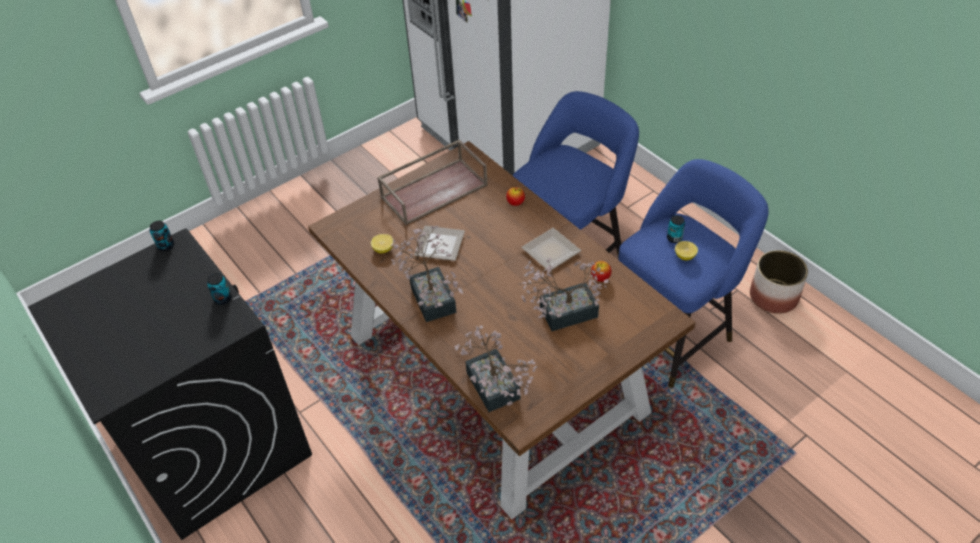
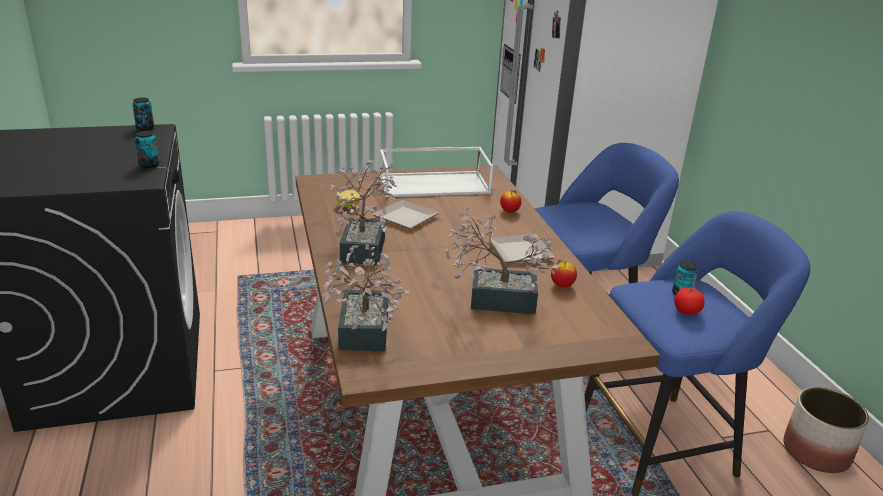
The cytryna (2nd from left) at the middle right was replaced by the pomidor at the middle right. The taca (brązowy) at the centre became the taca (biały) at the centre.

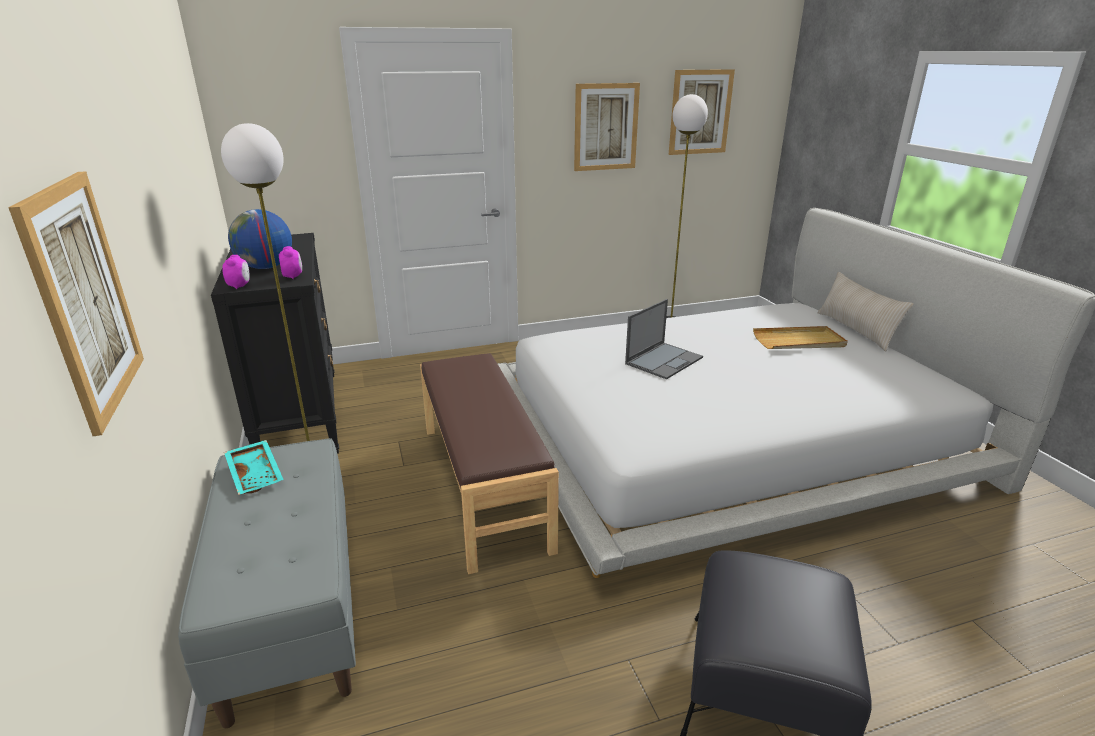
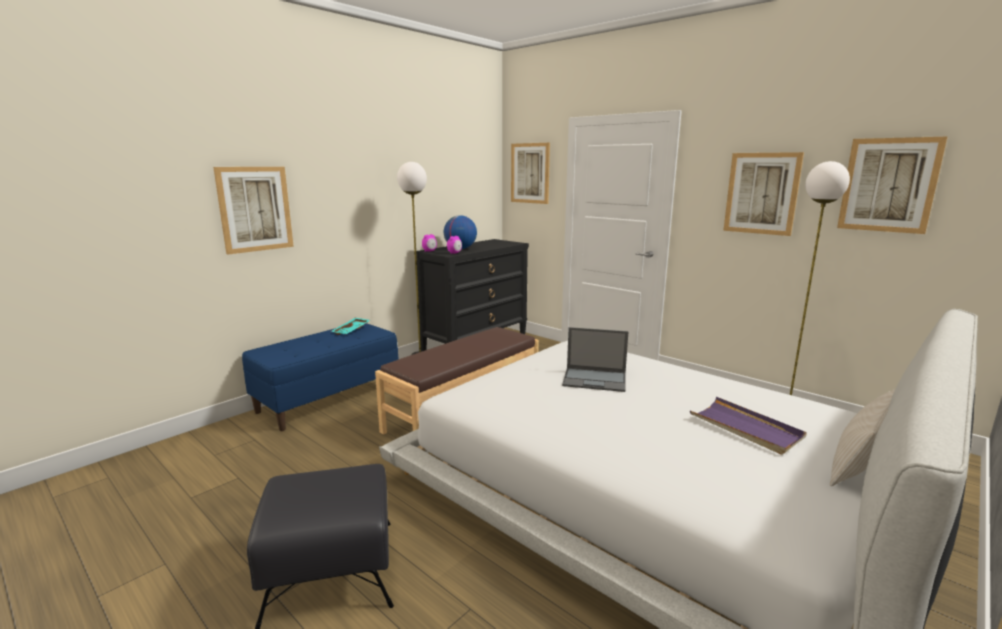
The obraz (2nd from left) at the top centre appeared. The ławka (szary) at the bottom left became the ławka (niebieski) at the middle left. The taca (beżowy) at the middle right became the taca (fioletowy) at the bottom right.

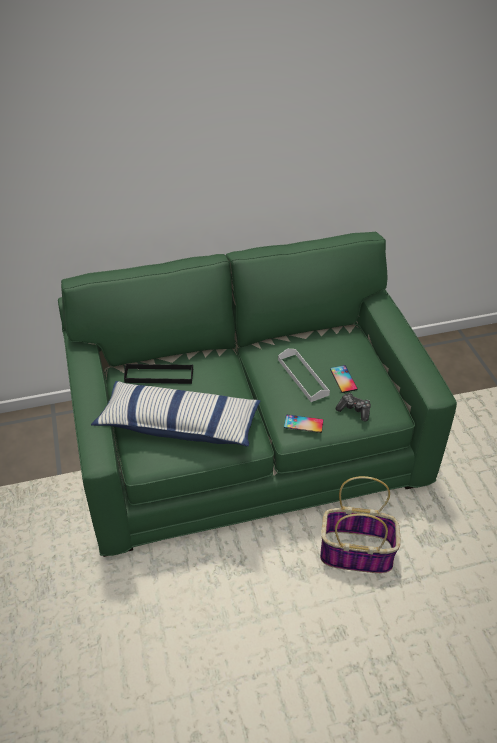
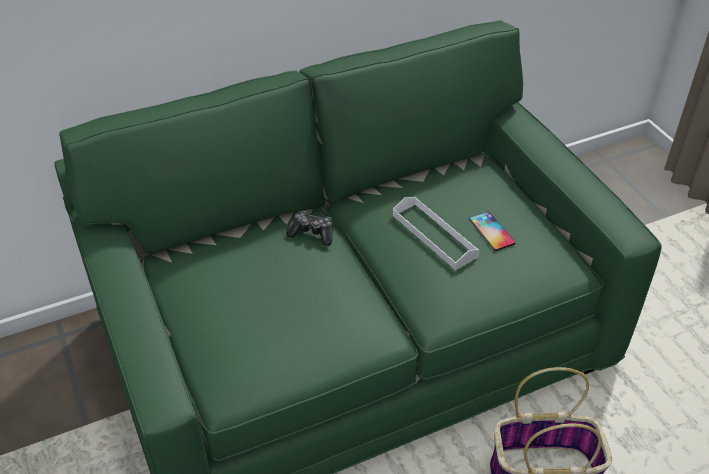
The poduszka at the centre disappeared. The taca (czarny) at the middle left disappeared. The telefon (1st from left) at the centre disappeared. The pad do gier moved from the middle right to the centre.

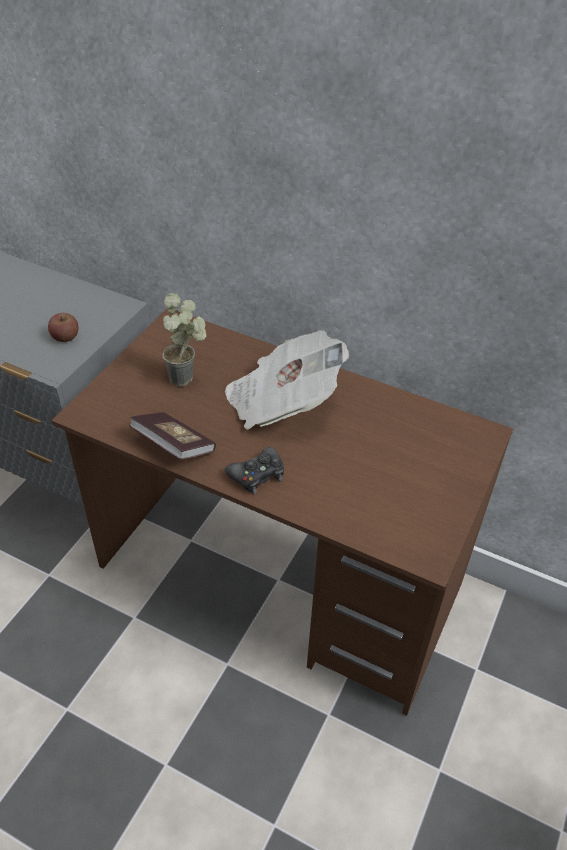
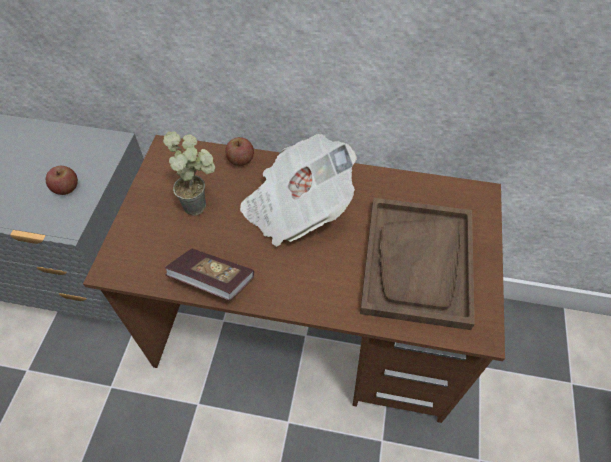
The pad do gier (czarny) at the centre disappeared. The jabłko (2nd from left) at the top centre appeared. The taca (brązowy) at the middle right appeared.

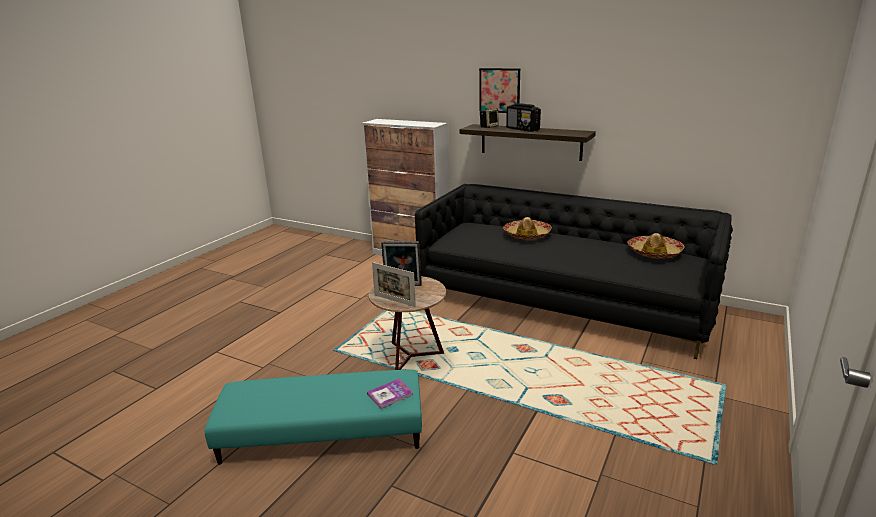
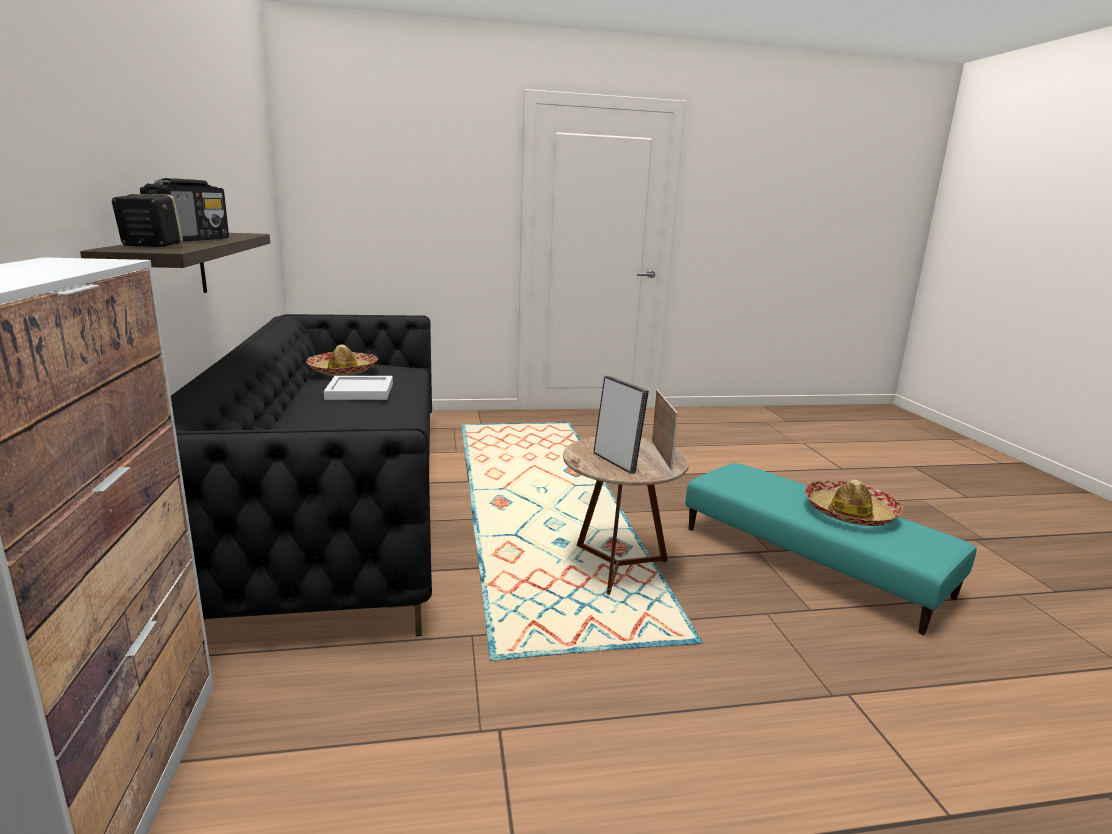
The książka at the bottom centre disappeared. The obraz at the top centre disappeared. The taca (biały) at the middle left appeared. The kapelusz (1st from left in the first image) moved from the centre to the middle right.

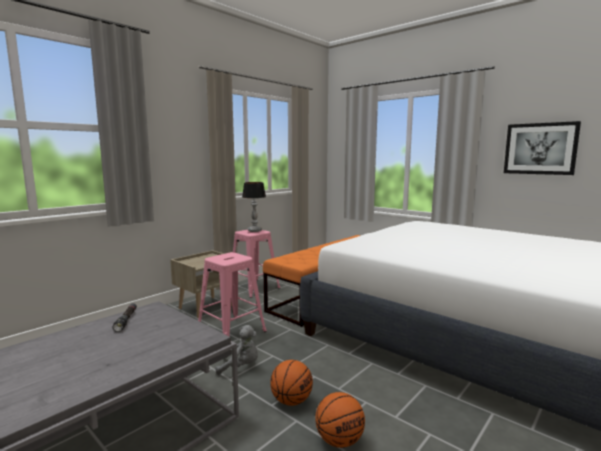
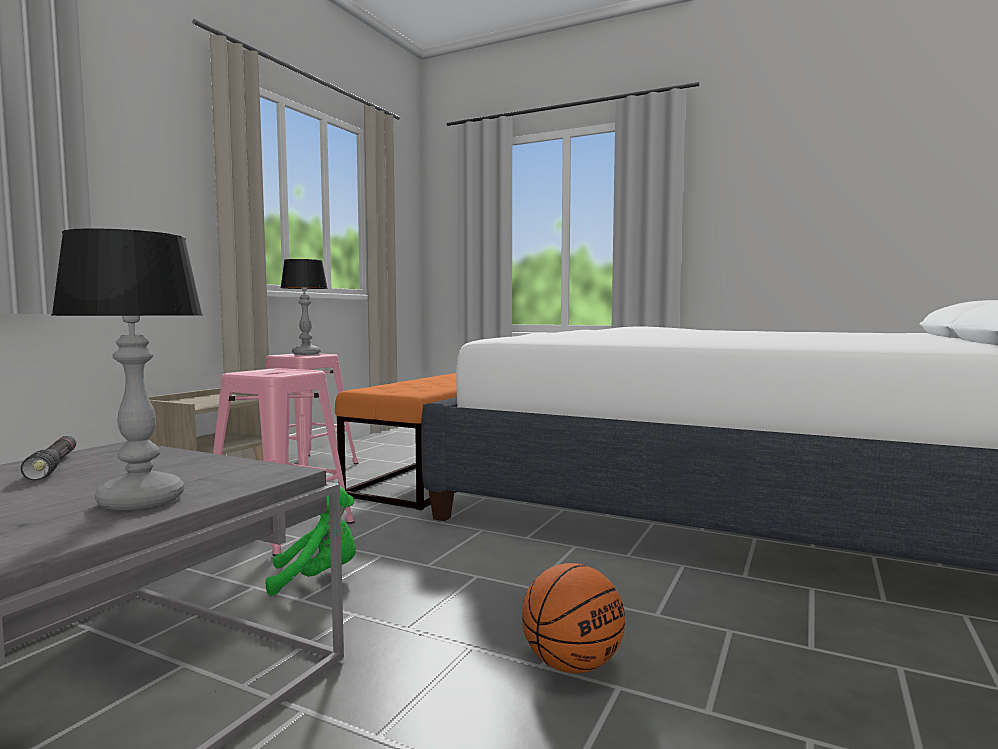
The piłka do koszykówki (1st from left) at the bottom centre disappeared. The obraz at the top right disappeared. The lampa stołowa (1st from left) at the middle left appeared. The pluszak (szary) at the bottom centre became the pluszak (zielony) at the bottom left.

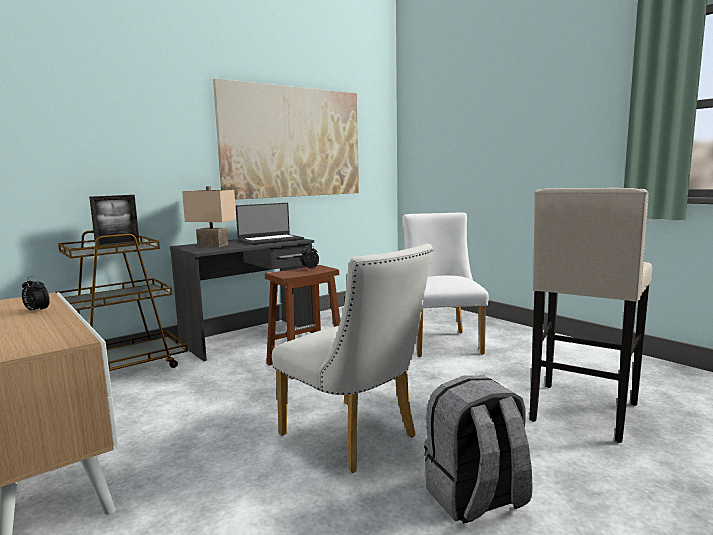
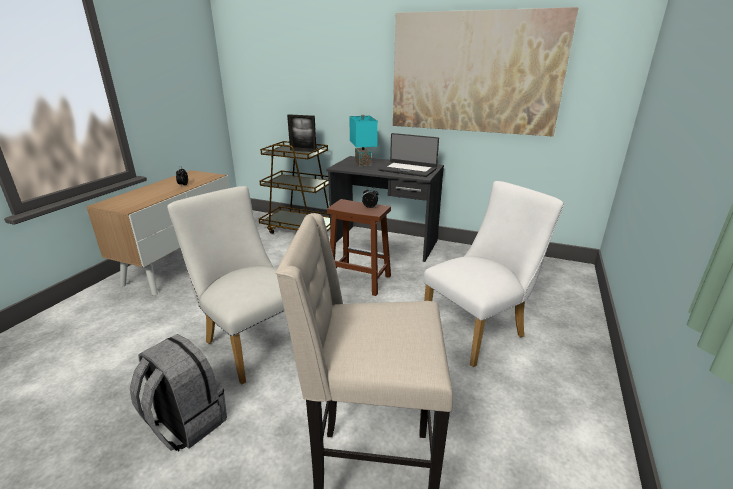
The lampa stołowa (beżowy) at the middle left became the lampa stołowa (turkusowy) at the top centre. The krzesło (biały) (1st from left) at the bottom centre turned 120 degrees clockwise.

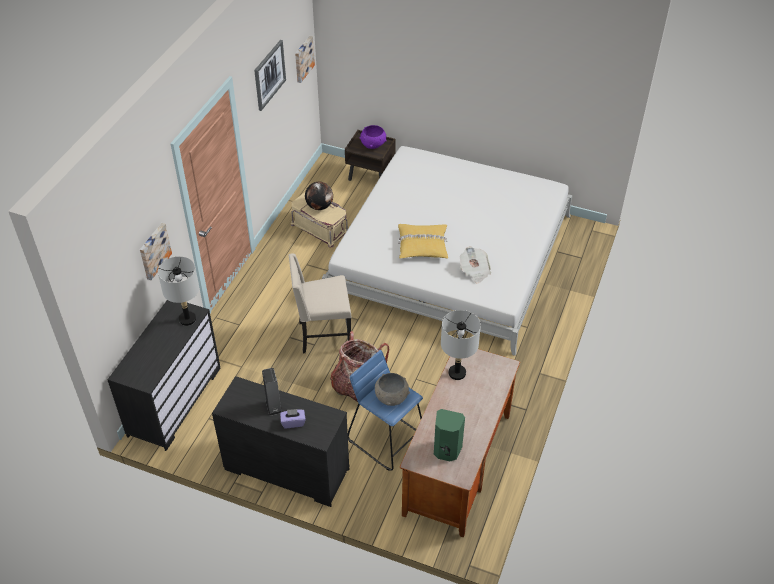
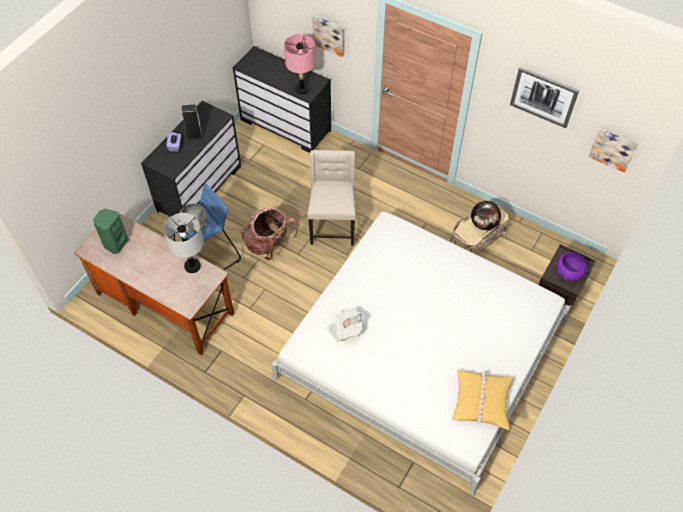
The poduszka (żółty) moved from the centre to the bottom right. The lampa stołowa (szary) (1st from left) at the middle left became the lampa stołowa (różowy) at the top centre.

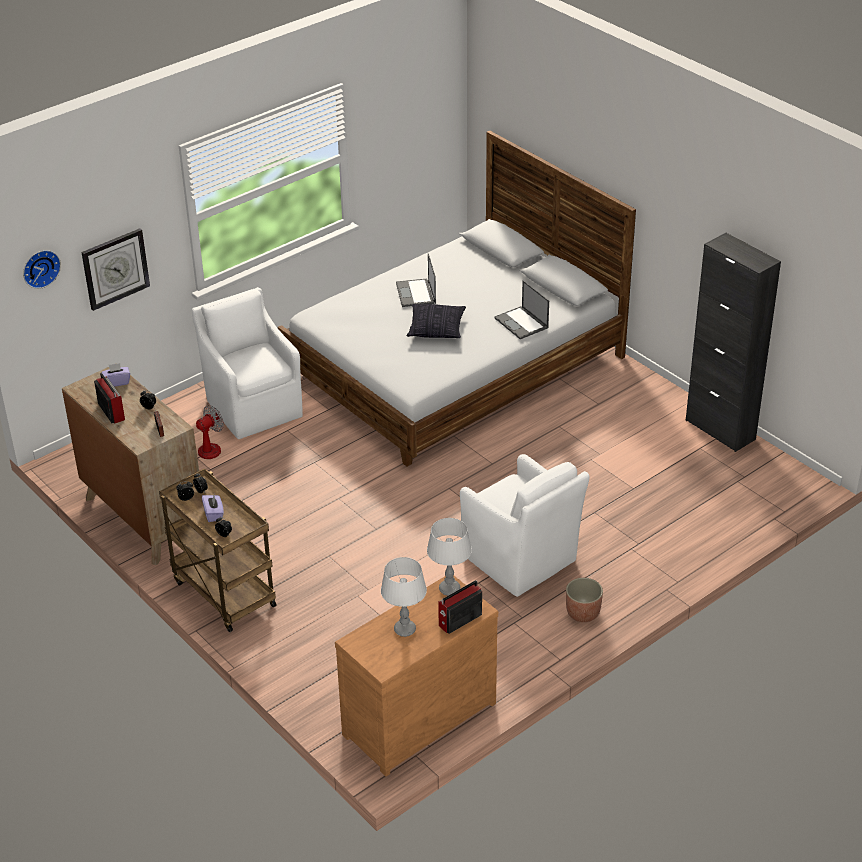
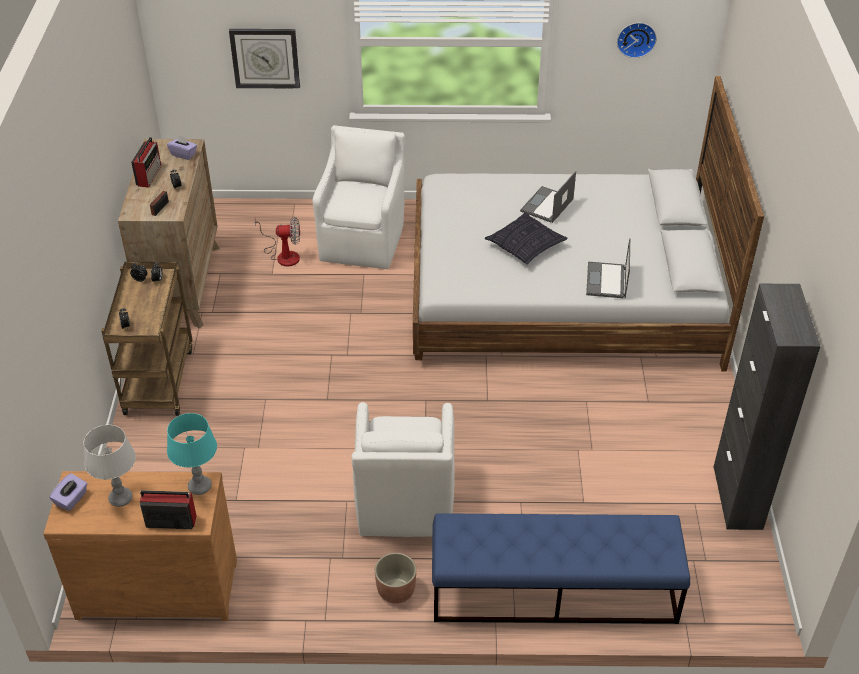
The ławka (niebieski) at the bottom centre appeared. The zegar ścienny (1st from left in the first image) moved from the top left to the top right. The pudełko chusteczek (fioletowy) (2nd from left in the first image) moved from the middle left to the bottom left. The lampa stołowa (szary) (2nd from left) at the centre became the lampa stołowa (turkusowy) at the bottom left.

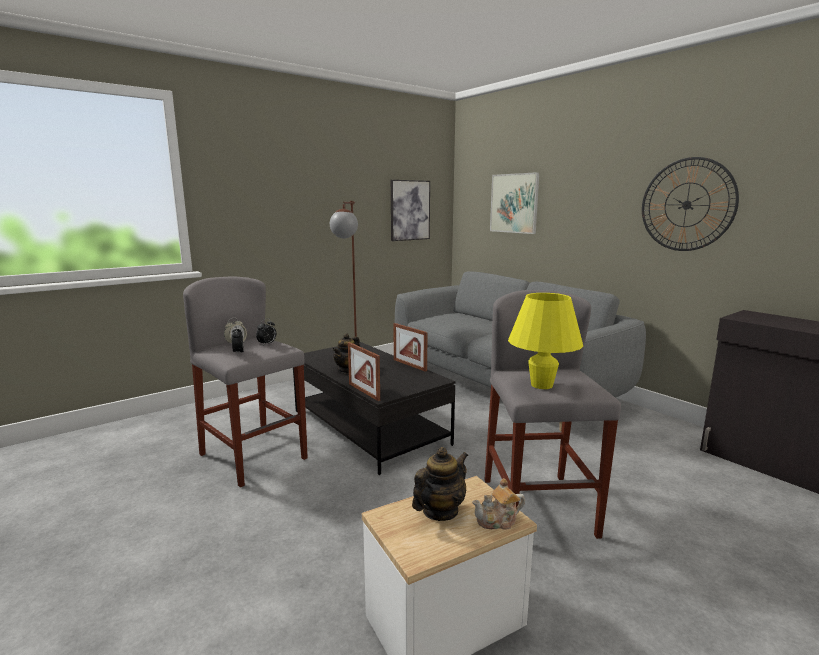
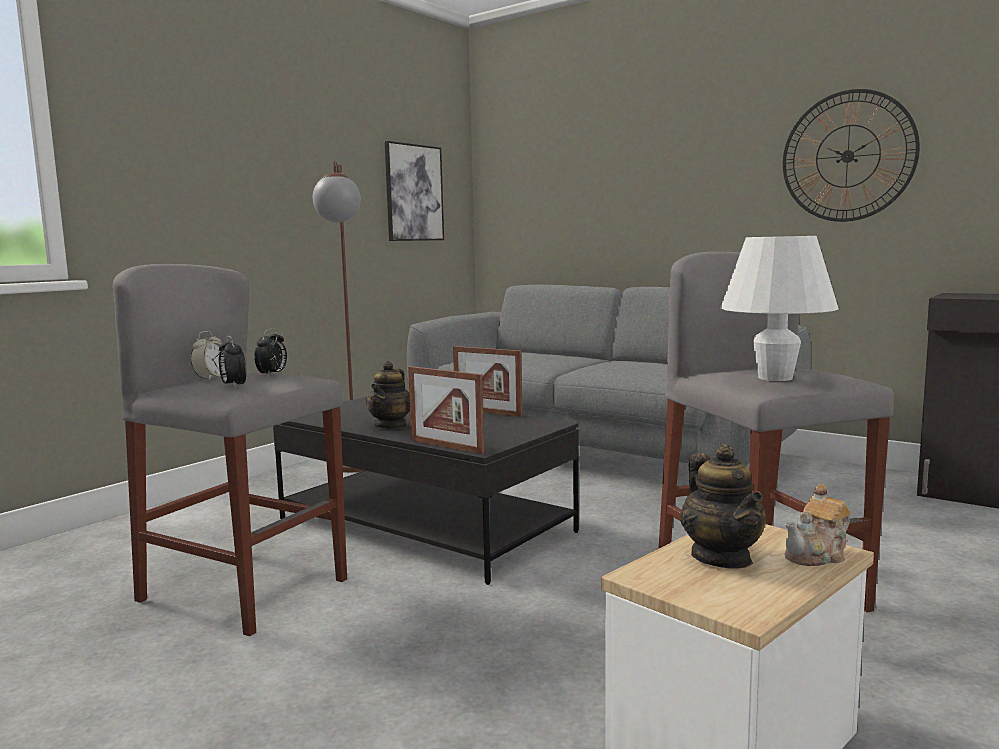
The obraz (2nd from left) at the top centre disappeared. The lampa stołowa (żółty) at the centre became the lampa stołowa (biały) at the middle right. The imbryk (2nd from left) at the bottom centre turned 135 degrees clockwise.

